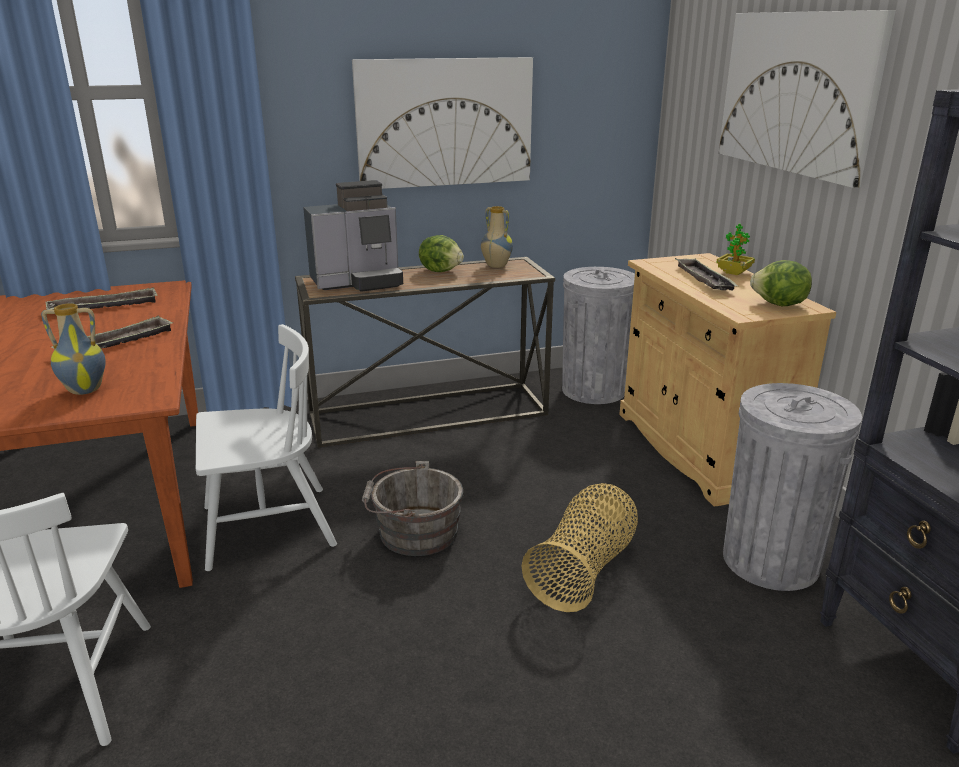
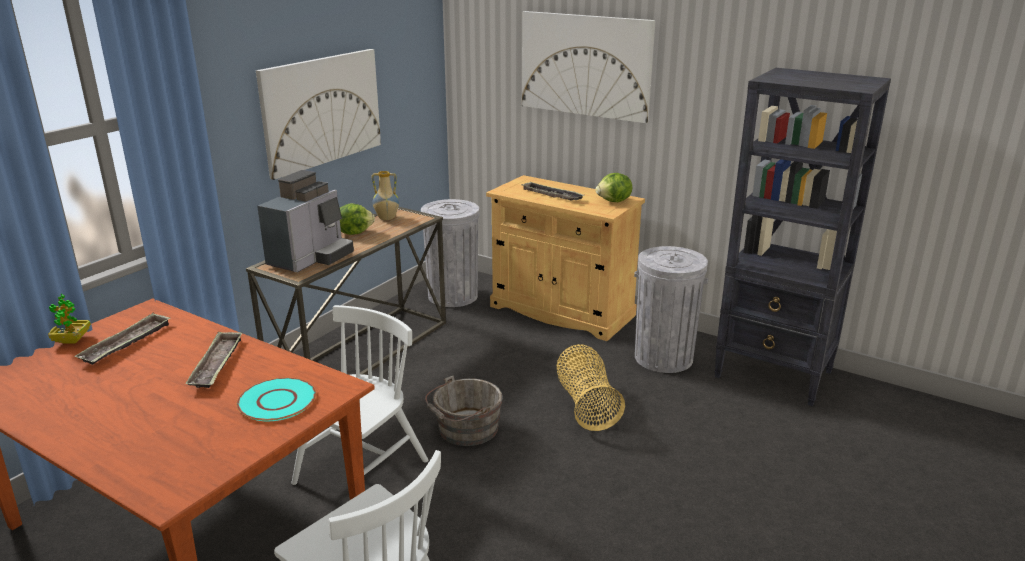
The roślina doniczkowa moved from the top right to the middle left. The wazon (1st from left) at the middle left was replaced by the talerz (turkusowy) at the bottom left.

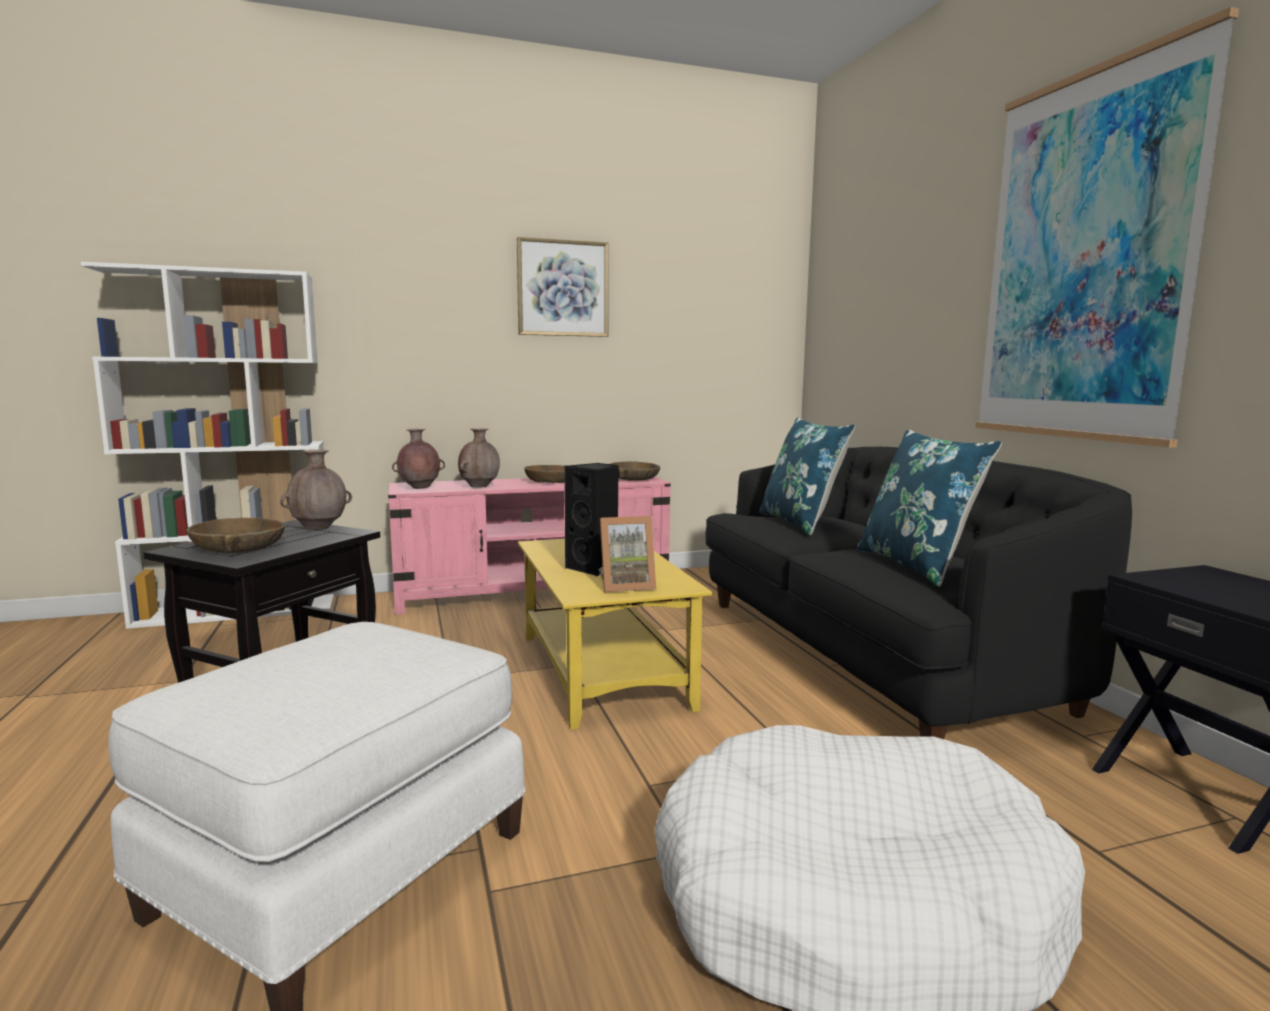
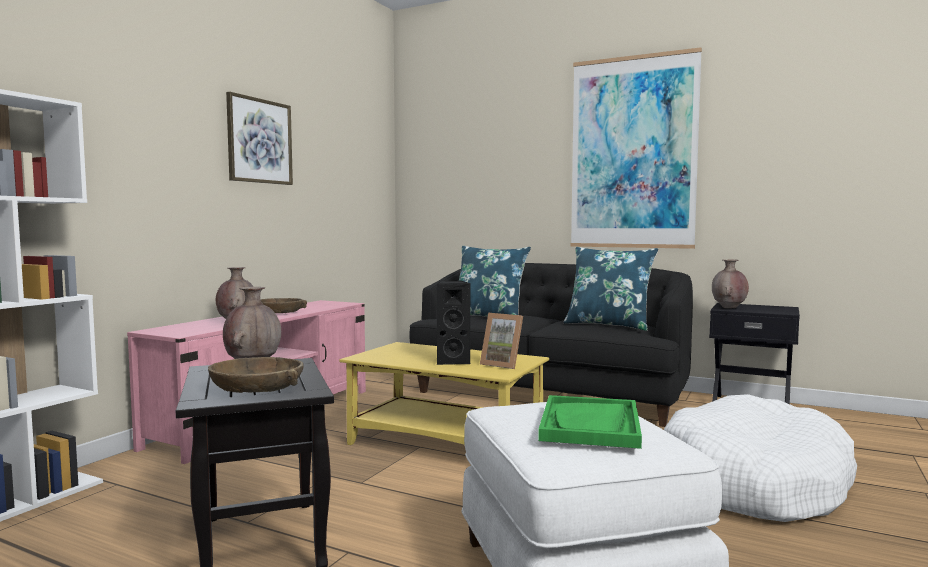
The miska (brązowy) (3rd from left) at the centre disappeared. The taca (zielony) at the bottom centre appeared. The wazon (brązowy) (2nd from left in the first image) moved from the middle left to the middle right. The ramka na zdjęcie at the centre turned 90 degrees clockwise.

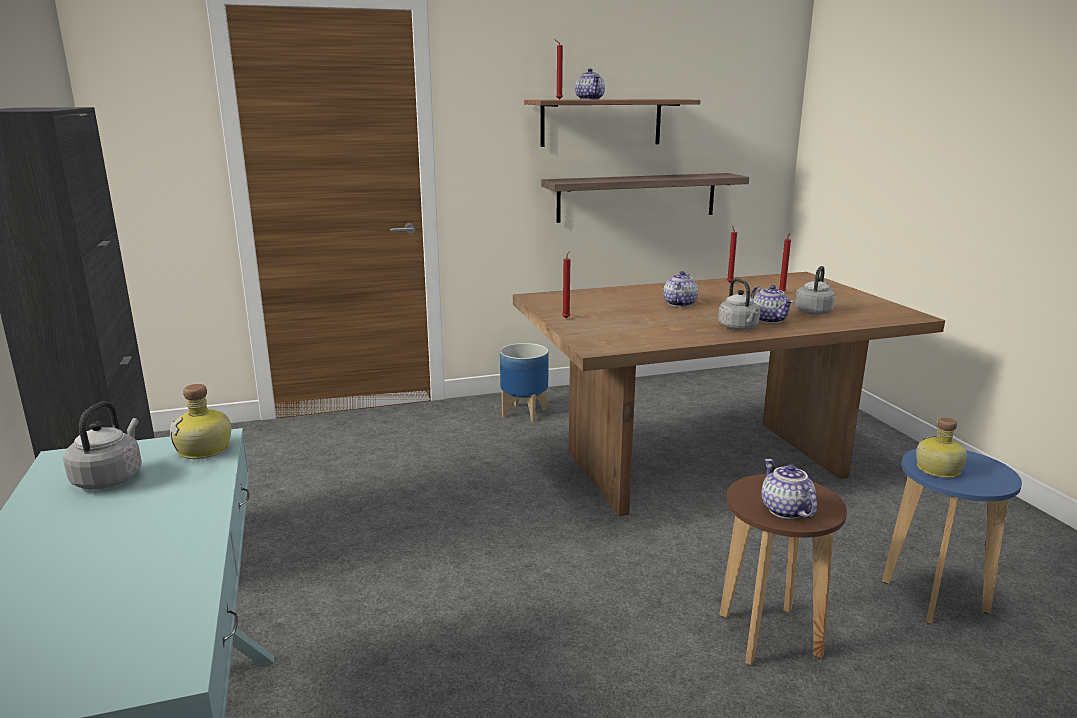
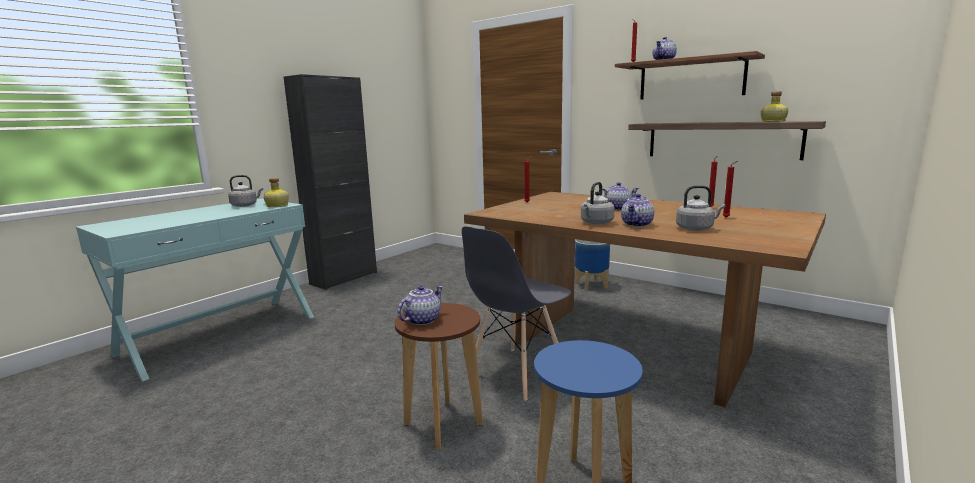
The krzesło (szary) at the centre appeared. The butelka (2nd from left) moved from the middle right to the top right.

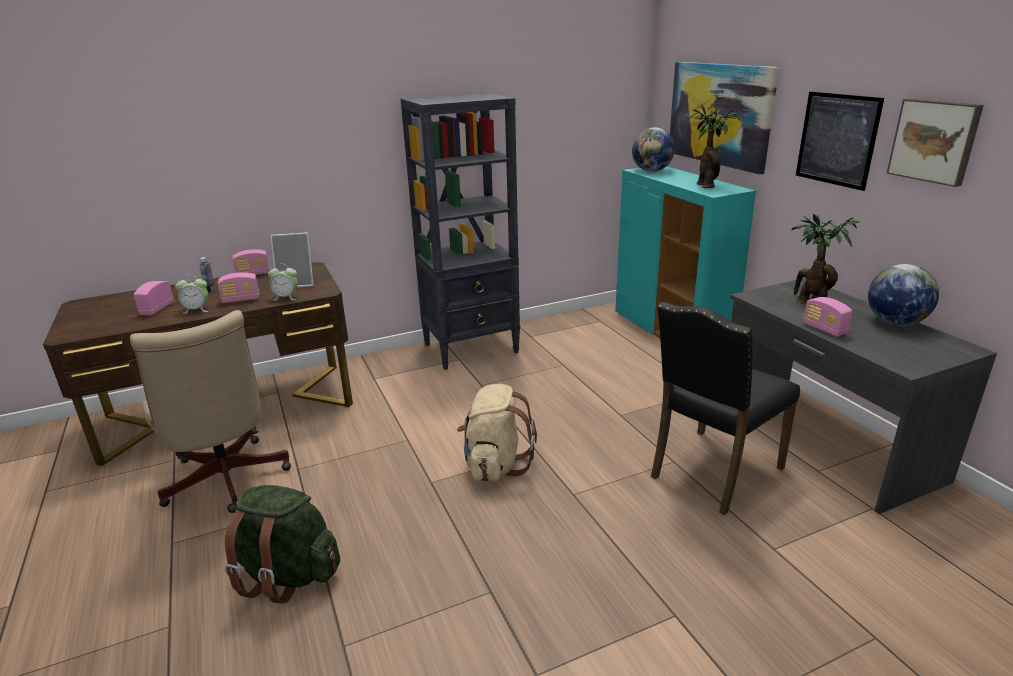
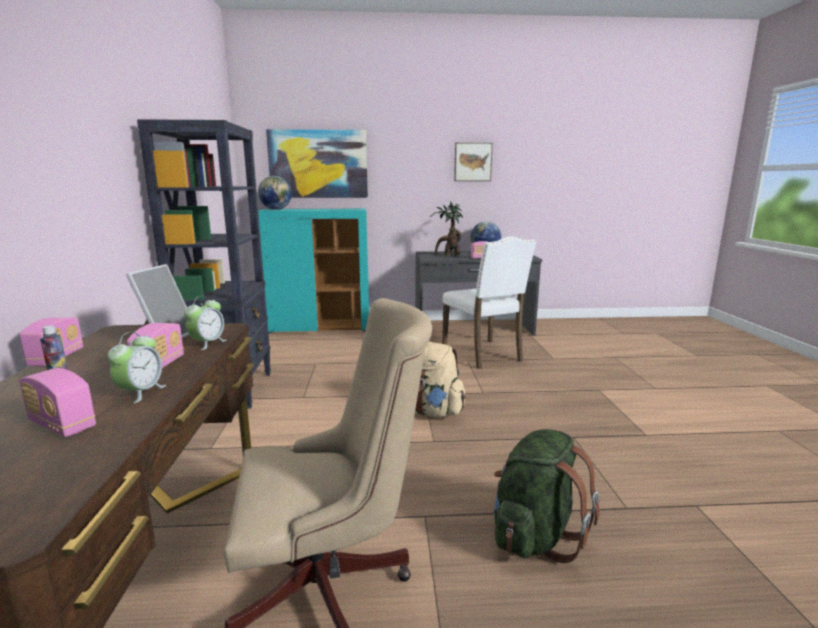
The roślina doniczkowa (1st from left) at the top right disappeared. The obraz (2nd from left) at the top right disappeared. The krzesło (czarny) at the middle right became the krzesło (biały) at the centre.

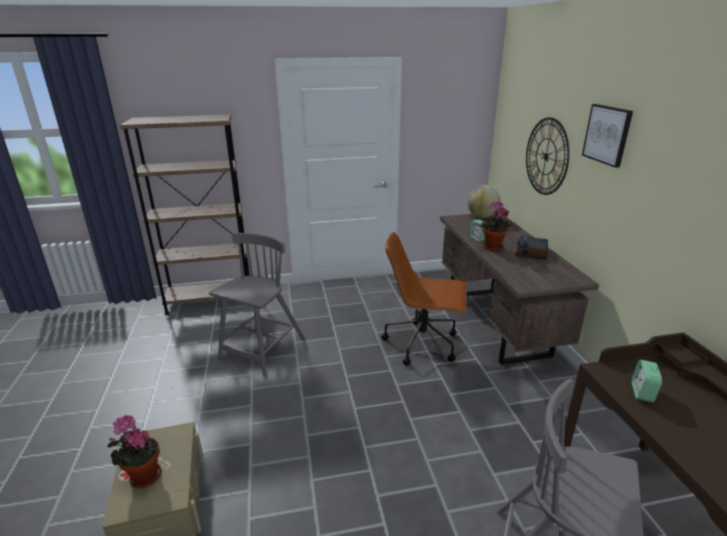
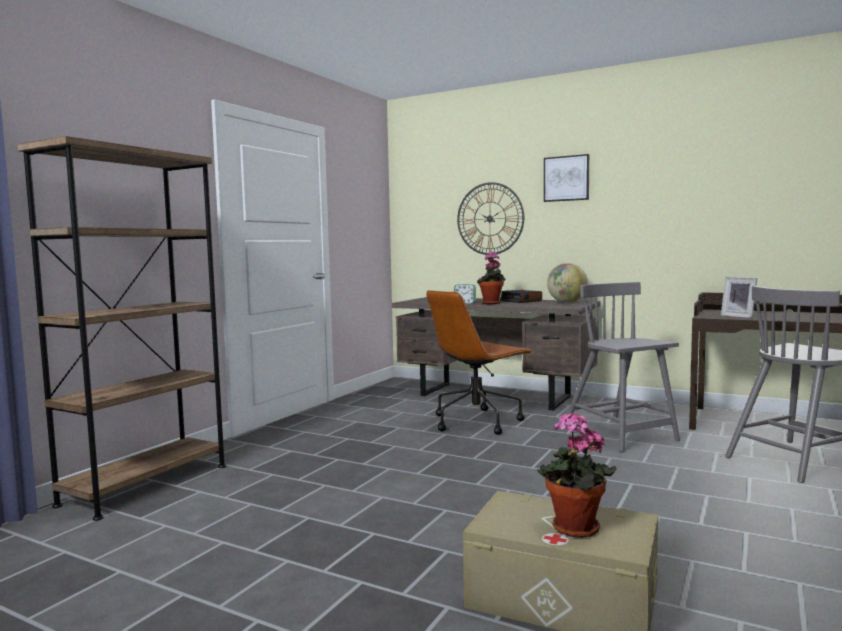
The krzesło (szary) (1st from left) moved from the centre to the middle right. The globus moved from the centre to the middle right. The budzik (3rd from left) at the bottom right was replaced by the ramka na zdjęcie at the middle right.

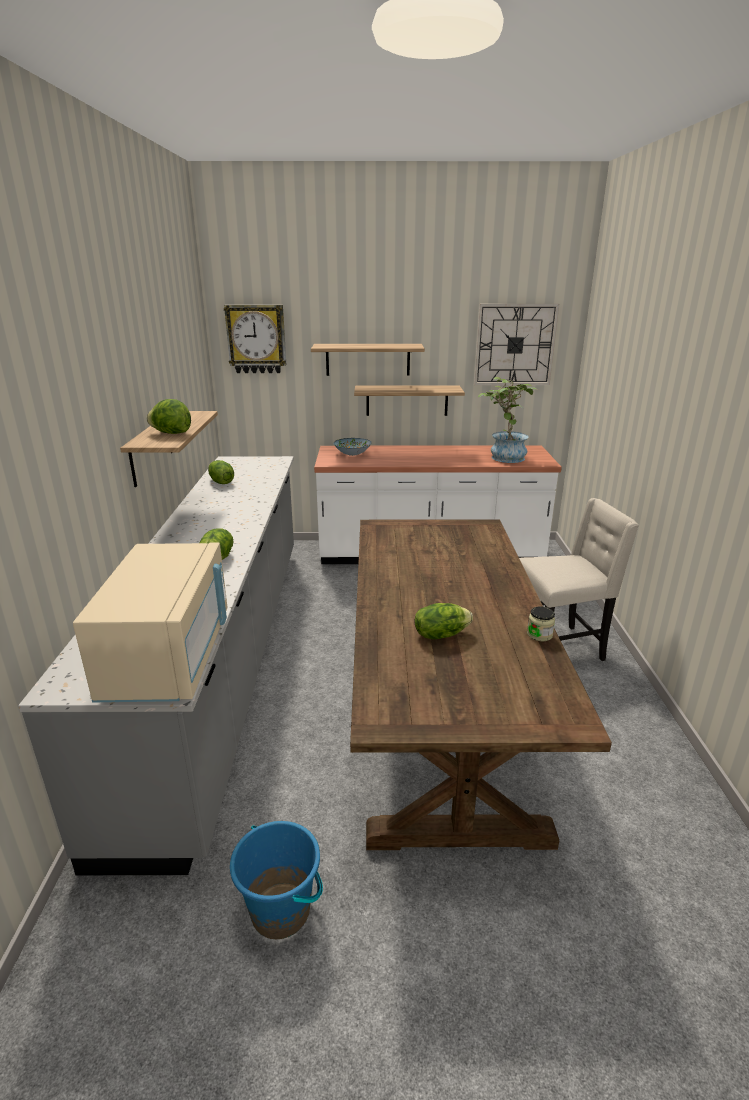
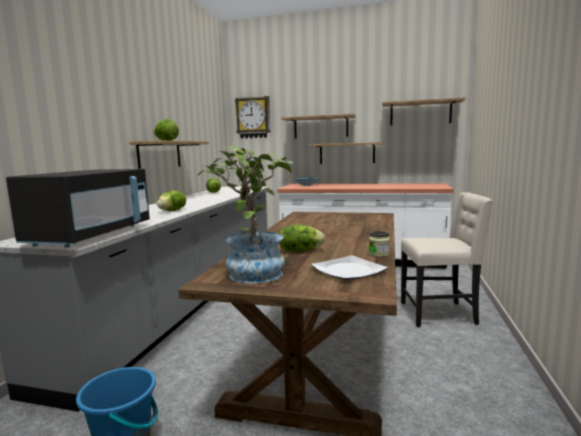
The talerz at the centre appeared. The roślina doniczkowa moved from the middle right to the centre. The zegar ścienny (2nd from left) at the top right was replaced by the półka (4th from left) at the top right. The mikrofalówka (beżowy) at the middle left became the mikrofalówka (czarny) at the middle left.

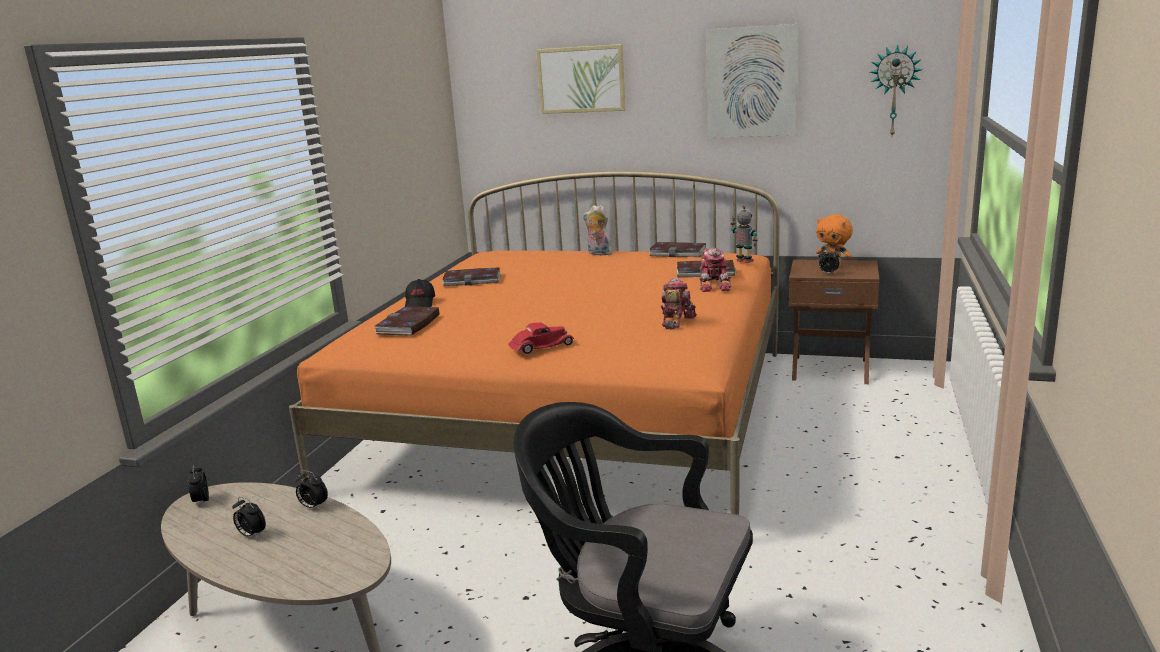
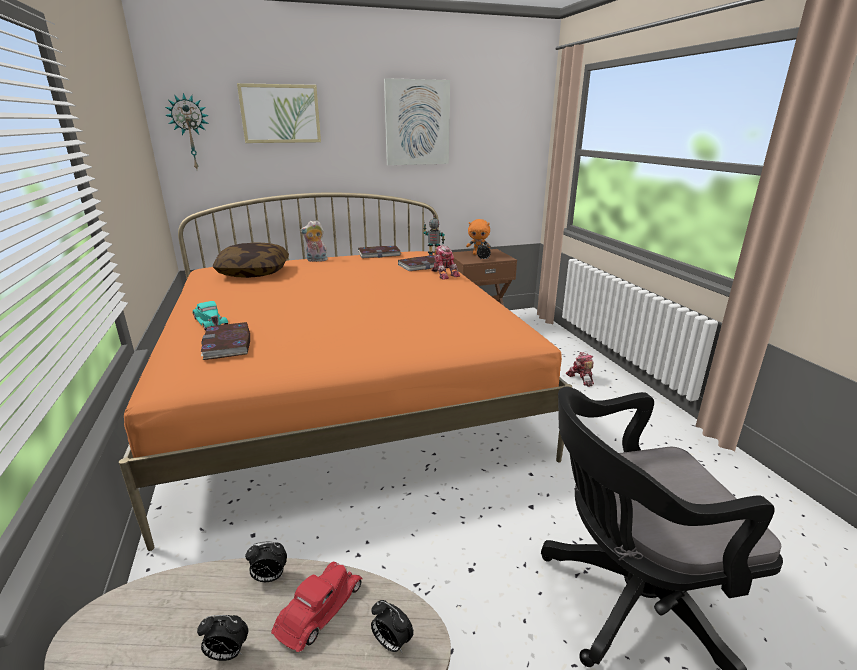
The książka (2nd from left) at the centre disappeared. The poduszka at the middle left appeared. The budzik (1st from left in the first image) moved from the bottom left to the bottom centre. The samochodzik (czerwony) moved from the centre to the bottom centre. The robot zabawkowy (1st from left in the first image) moved from the centre to the middle right. The zegar ścienny moved from the top right to the top left. The czapka z daszkiem (czarny) at the centre was replaced by the samochodzik (turkusowy) at the middle left.

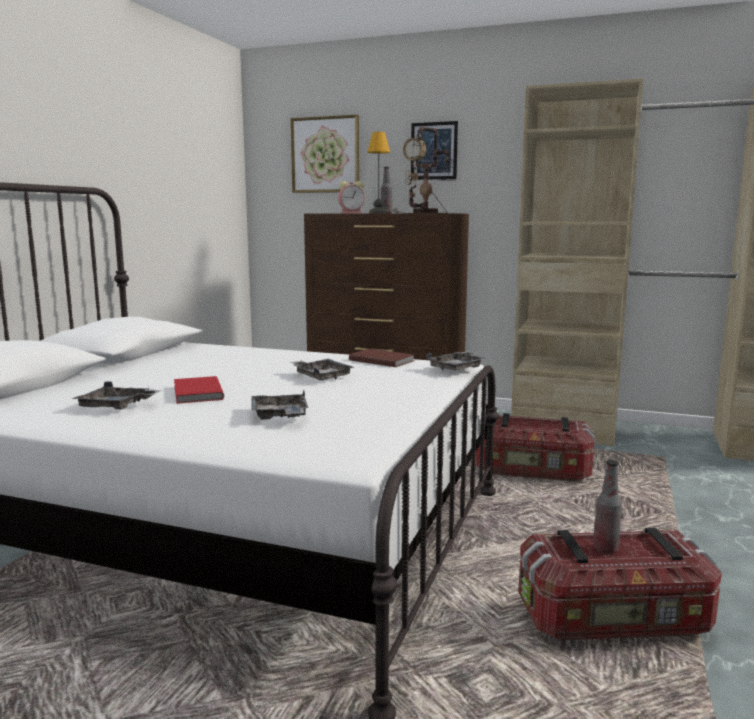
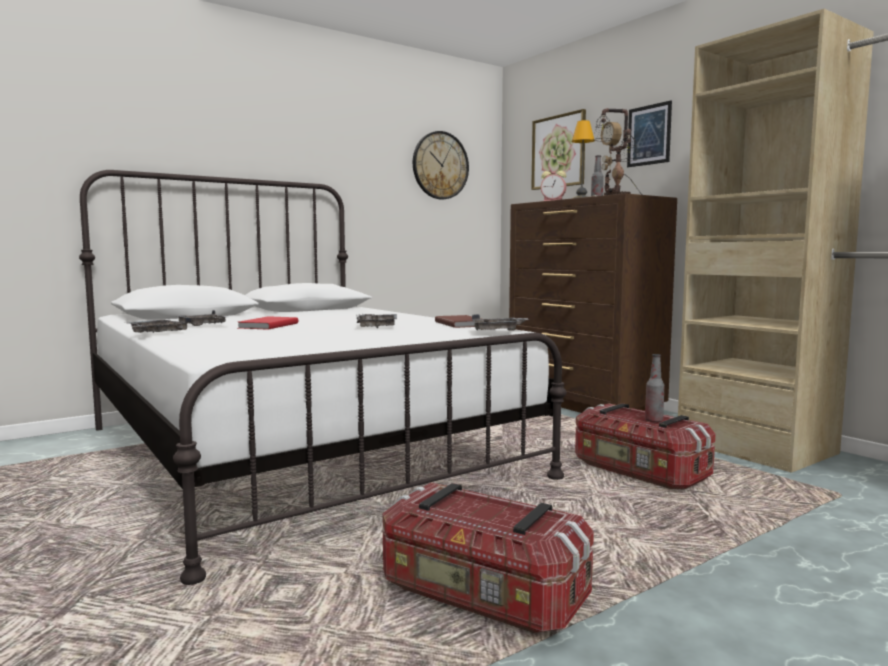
The zegar ścienny at the top centre appeared. The taca (szary) (2nd from left in the first image) moved from the centre to the middle left. The butelka (2nd from left) moved from the bottom right to the middle right.

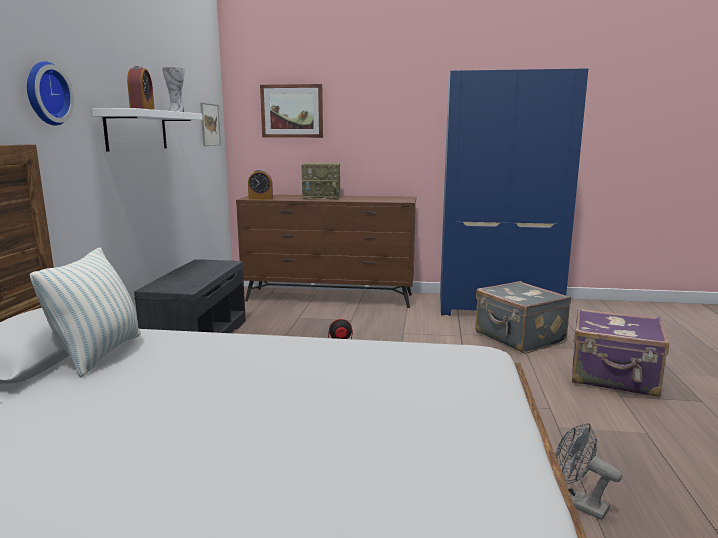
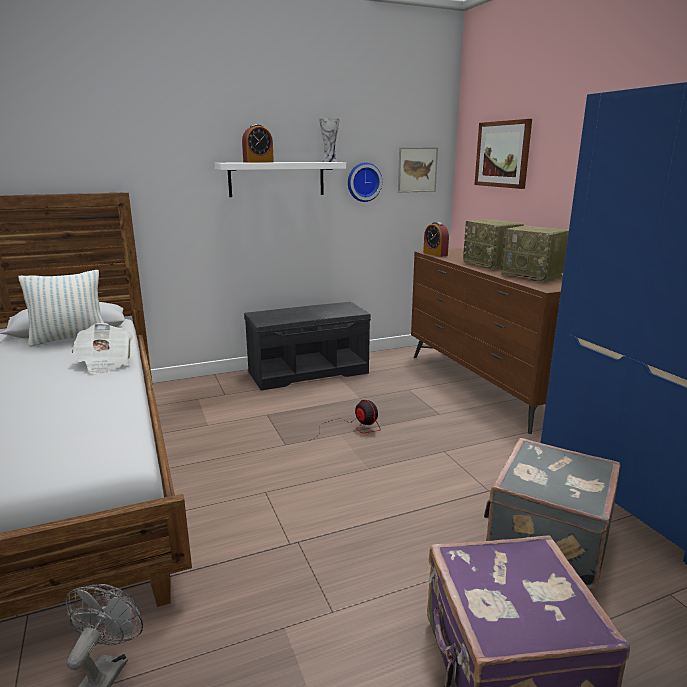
The gazeta at the middle left appeared. The radio (2nd from left) at the middle right appeared. The zegar ścienny moved from the top left to the top centre.

